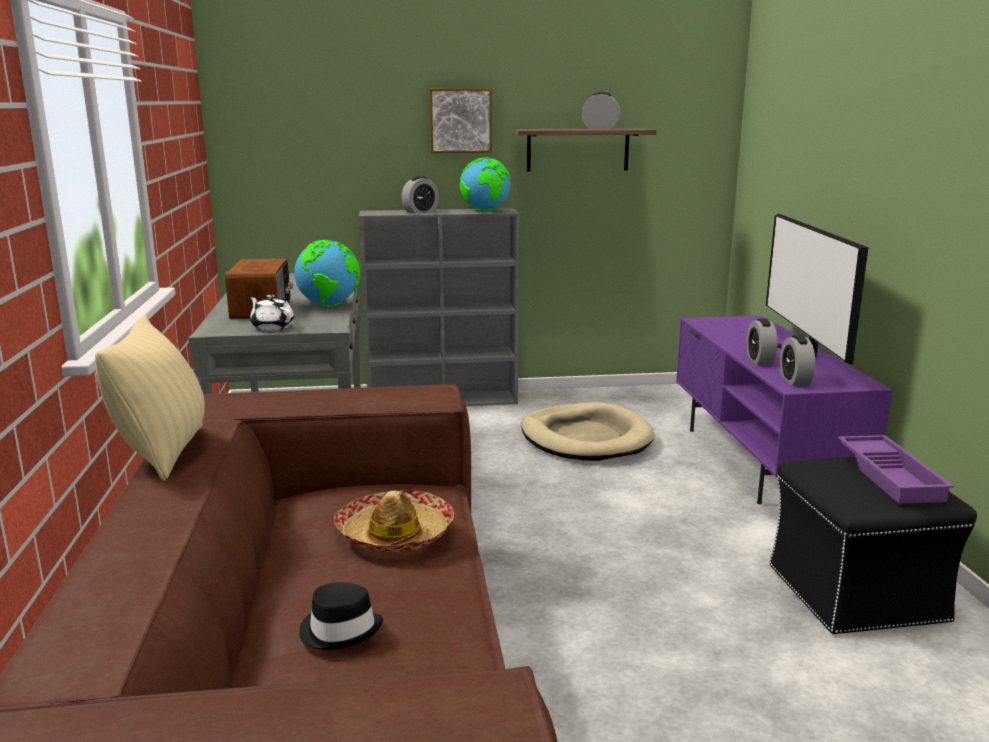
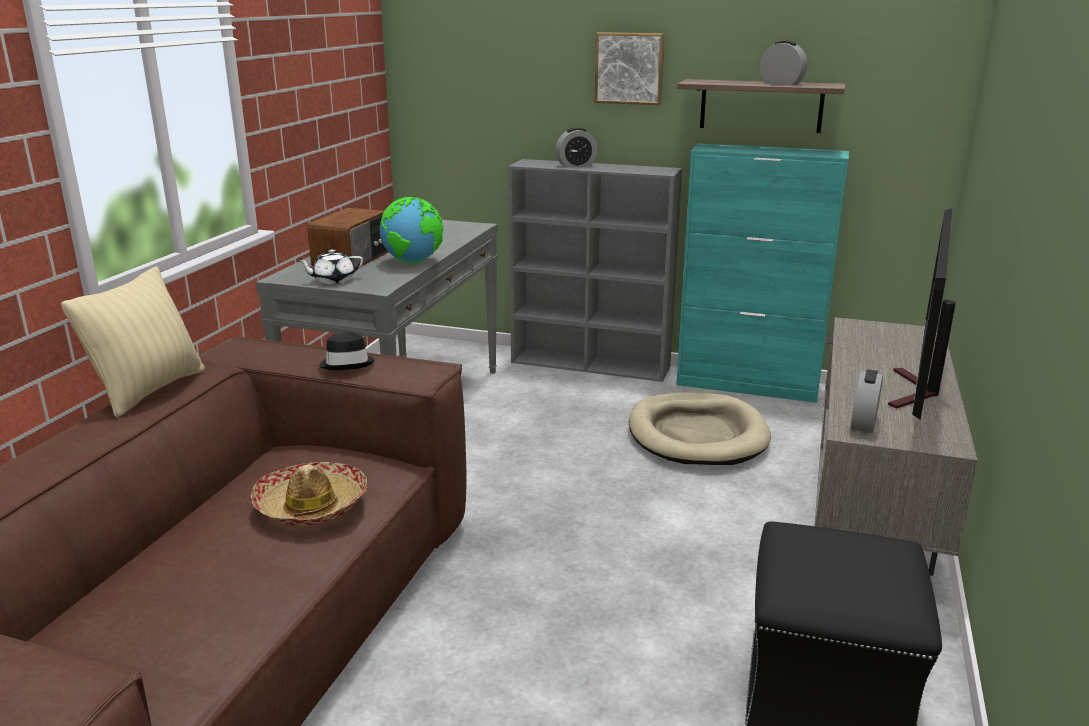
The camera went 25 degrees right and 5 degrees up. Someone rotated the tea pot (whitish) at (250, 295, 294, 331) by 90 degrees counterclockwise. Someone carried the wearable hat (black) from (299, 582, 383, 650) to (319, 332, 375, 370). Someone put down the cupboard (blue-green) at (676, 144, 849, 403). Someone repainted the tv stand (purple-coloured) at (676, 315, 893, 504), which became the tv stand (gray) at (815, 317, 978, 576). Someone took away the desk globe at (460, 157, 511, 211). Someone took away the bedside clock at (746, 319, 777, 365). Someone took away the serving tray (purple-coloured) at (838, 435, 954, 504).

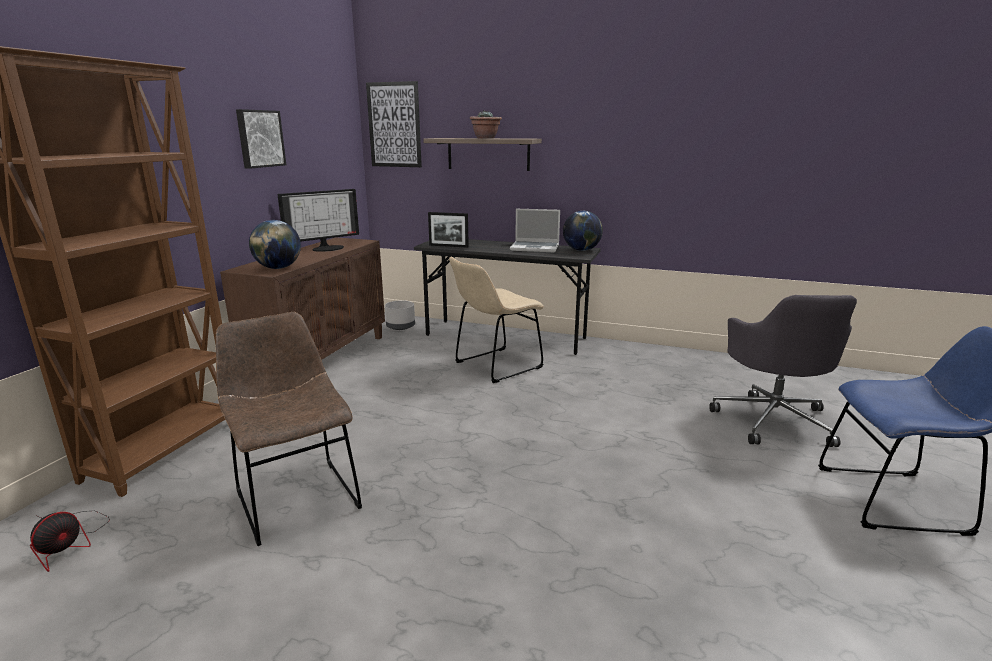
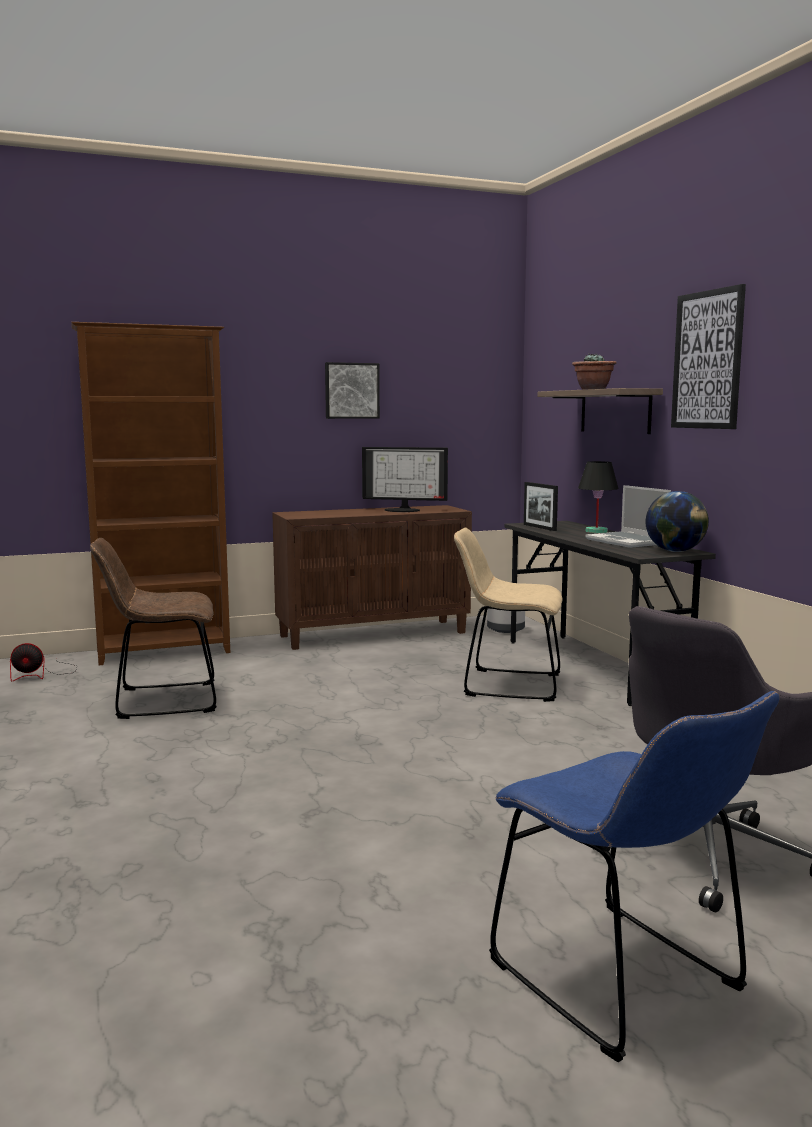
The camera went 50 degrees right and 10 degrees down. Someone rotated the upright chair (brown-coloured) at (216, 312, 362, 546) by 120 degrees counterclockwise. Someone put down the table lamp (black) at (578, 461, 619, 533). Someone carried the wall art from (366, 81, 422, 167) to (671, 284, 746, 429). Someone took away the desk globe at (249, 220, 301, 269).

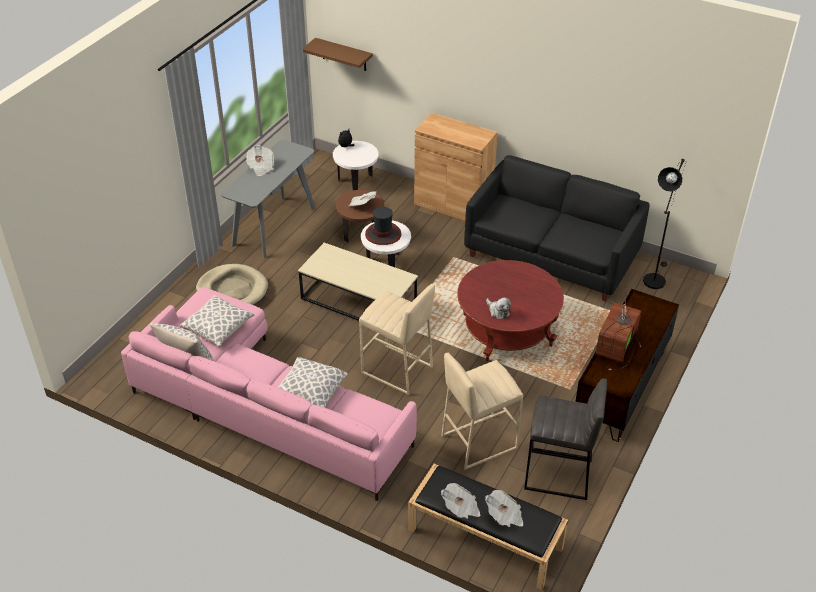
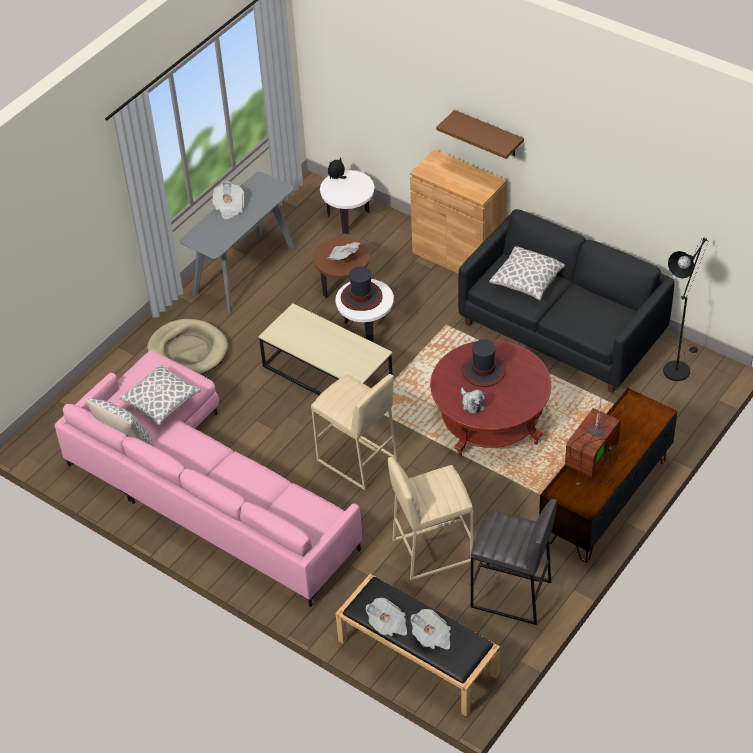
The camera went 10 degrees right and 5 degrees up. Someone carried the bracket shelf (brown-coloured) from (303, 38, 373, 71) to (436, 110, 524, 159). Someone put down the wearable hat at (461, 339, 506, 387). Someone carried the pillow from (278, 357, 348, 408) to (489, 247, 565, 301).

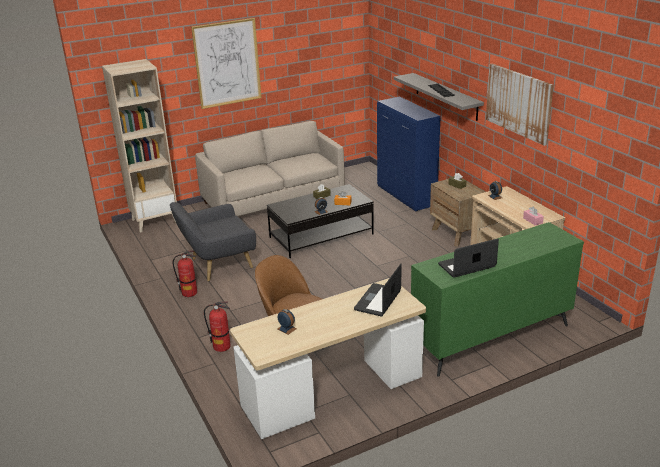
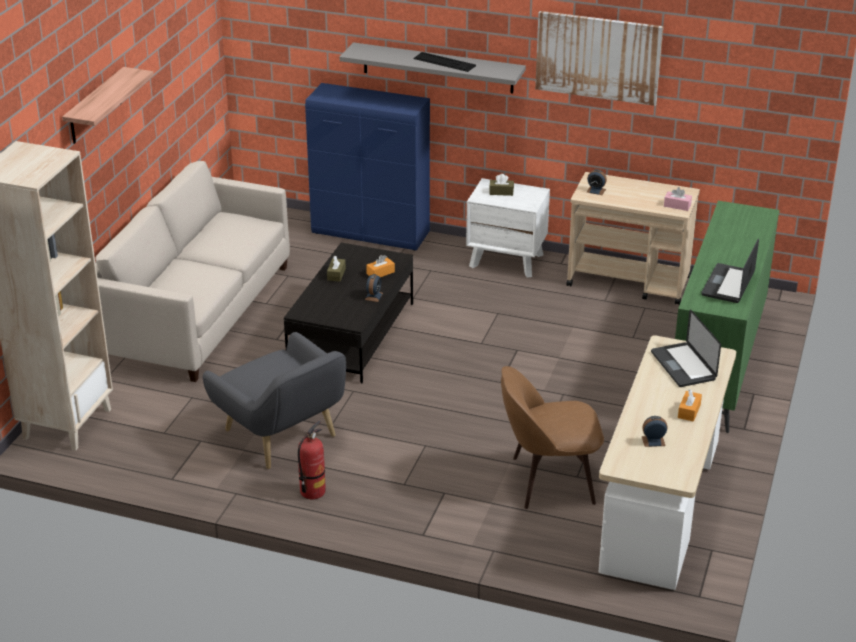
The camera went 45 degrees left and 5 degrees up. Someone swapped the wall art at (191, 18, 262, 109) for the bracket shelf at (62, 67, 154, 144). Someone rotated the easy chair (gray) at (170, 202, 256, 281) by 60 degrees counterclockwise. Someone repainted the bedside table (brown-coloured) at (430, 178, 486, 247), which became the bedside table (whitish) at (466, 178, 550, 278). Someone put down the tissue box (orange-coloured) at (678, 389, 702, 422). Someone took away the fire extinguisher at (204, 301, 230, 352).

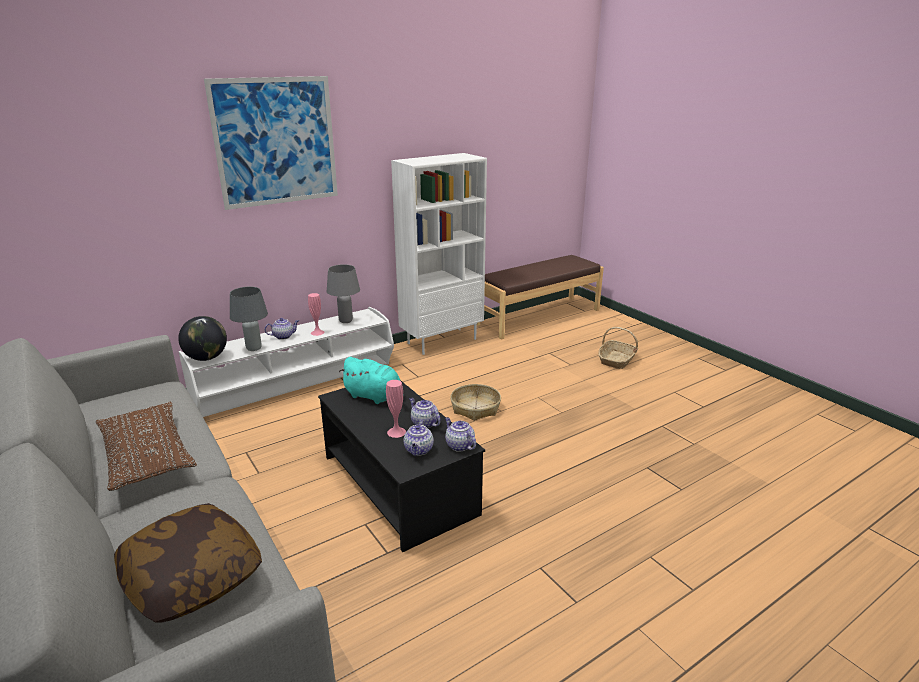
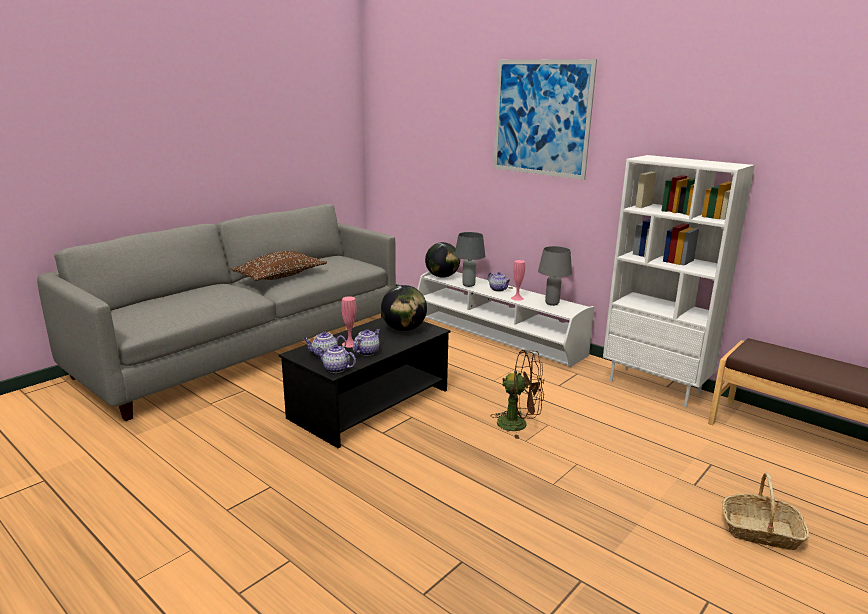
The camera went 75 degrees right and 5 degrees down. Someone rotated the tea pot at (445, 417, 476, 452) by 105 degrees counterclockwise. Someone swapped the plush toy (blue-green) at (339, 357, 404, 404) for the desk globe at (381, 285, 427, 331). Someone swapped the storage basket at (450, 384, 501, 421) for the cooling fan (brown-coloured) at (492, 350, 544, 439). Someone took away the pillow at (114, 503, 262, 623).

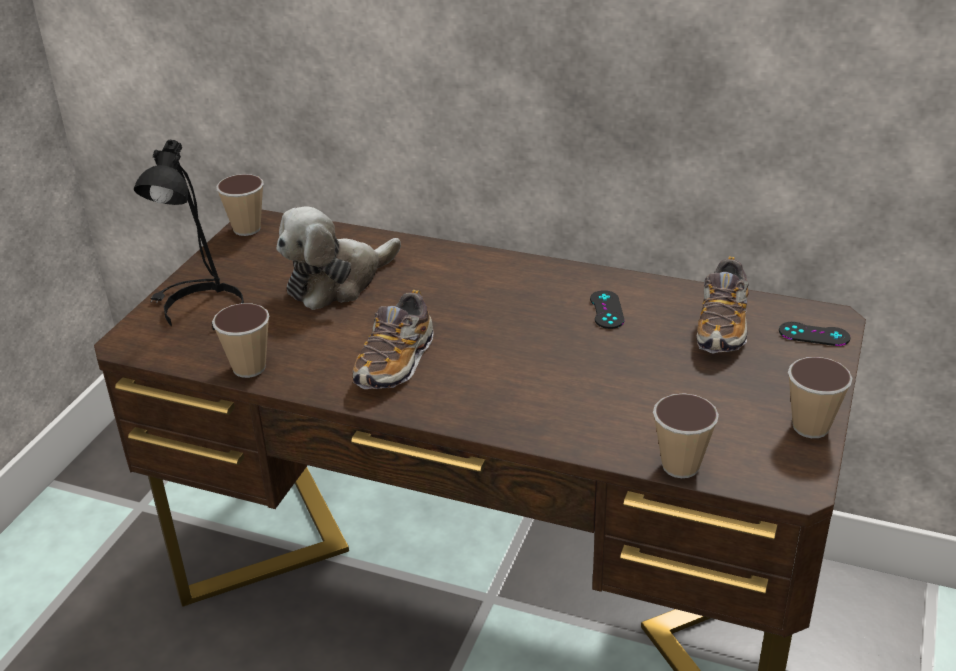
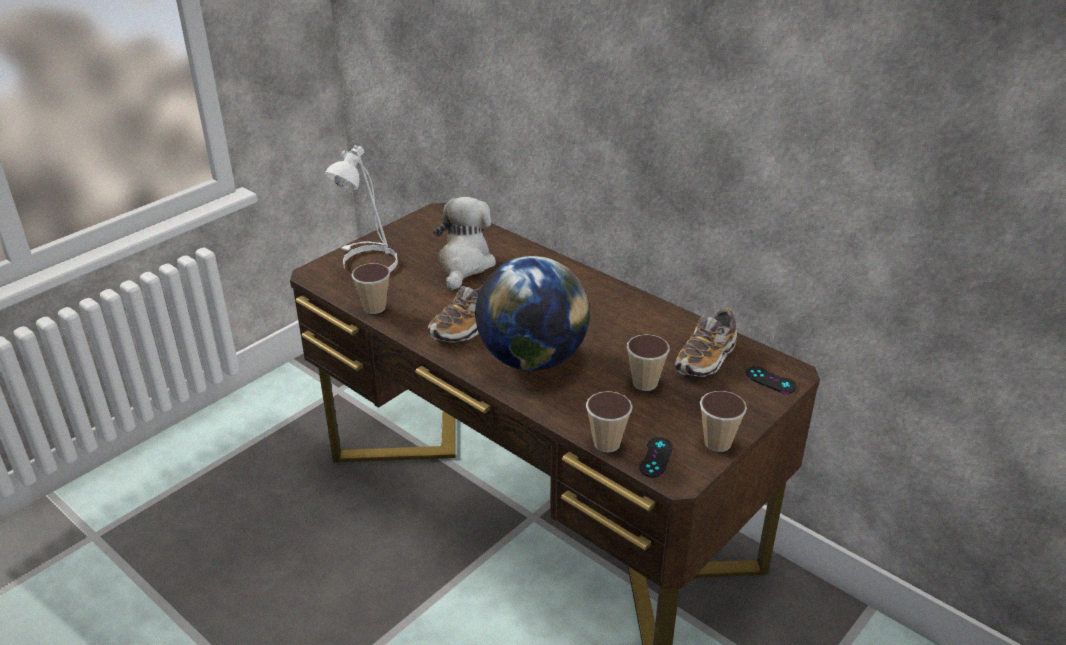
The camera went 20 degrees right and 0 degrees up. Someone repainted the table lamp (black) at (134, 139, 244, 330), which became the table lamp (whitish) at (325, 145, 398, 272). Someone rotated the plush toy at (276, 206, 401, 310) by 120 degrees clockwise. Someone put down the desk globe at (475, 256, 590, 371). Someone carried the drinking cup from (216, 174, 264, 236) to (627, 334, 670, 391). Someone carried the gamepad (black) from (590, 290, 624, 329) to (639, 437, 673, 478).

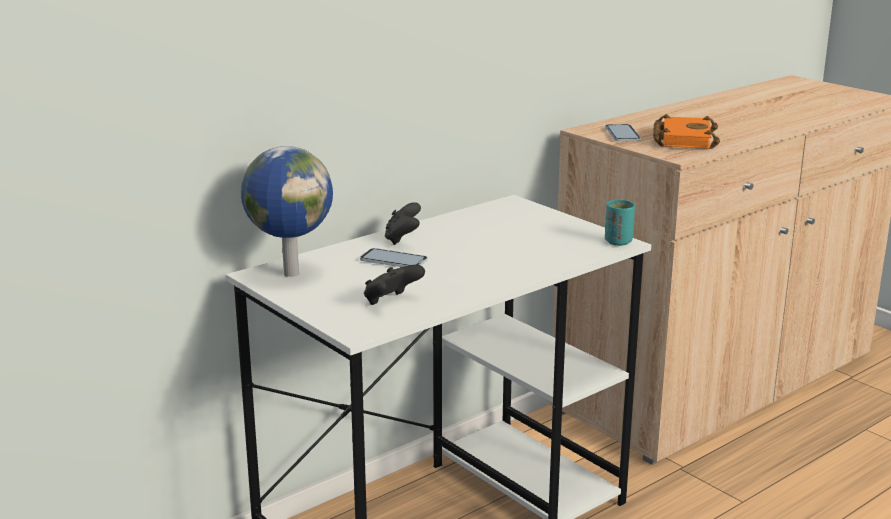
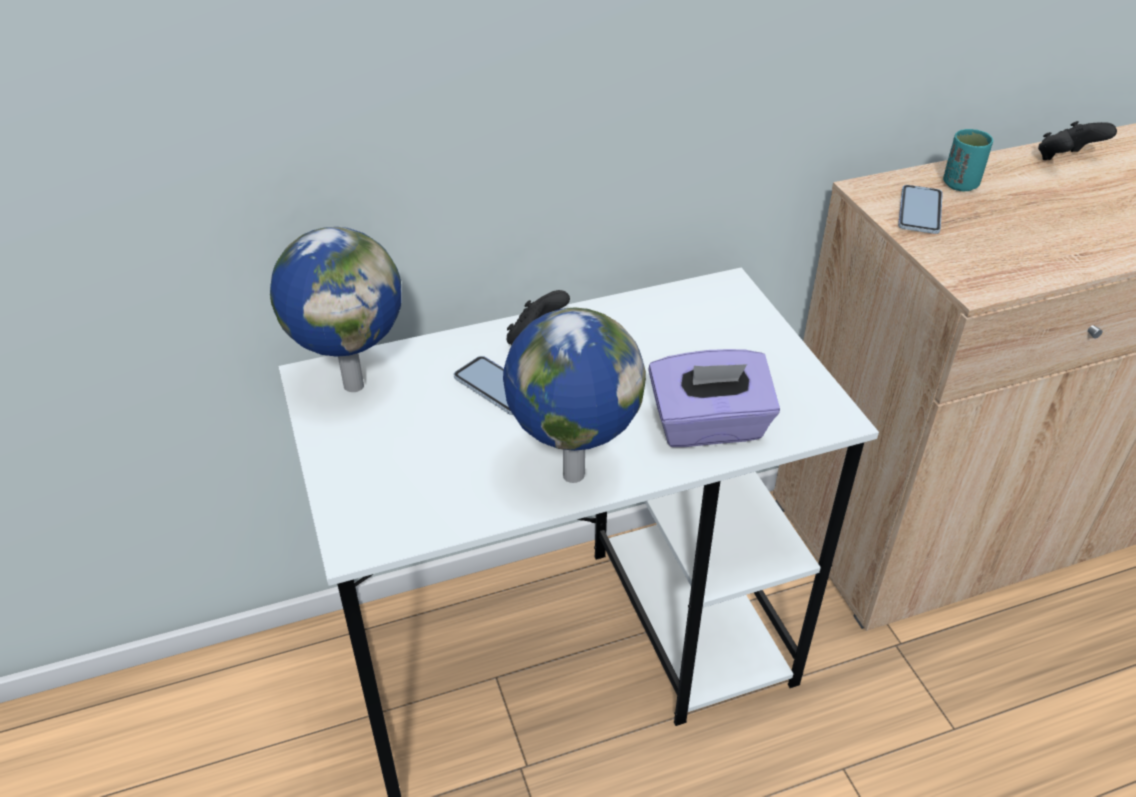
The camera went 20 degrees right and 20 degrees up. Someone put down the desk globe at (503, 307, 646, 483). Someone put down the tissue box (purple-coloured) at (648, 349, 780, 447). Someone carried the drinking cup (blue-green) from (605, 199, 635, 246) to (943, 129, 993, 191). Someone carried the gamepad (black) from (364, 265, 425, 305) to (1038, 121, 1117, 160). Someone took away the book (orange-coloured) at (653, 114, 720, 149).

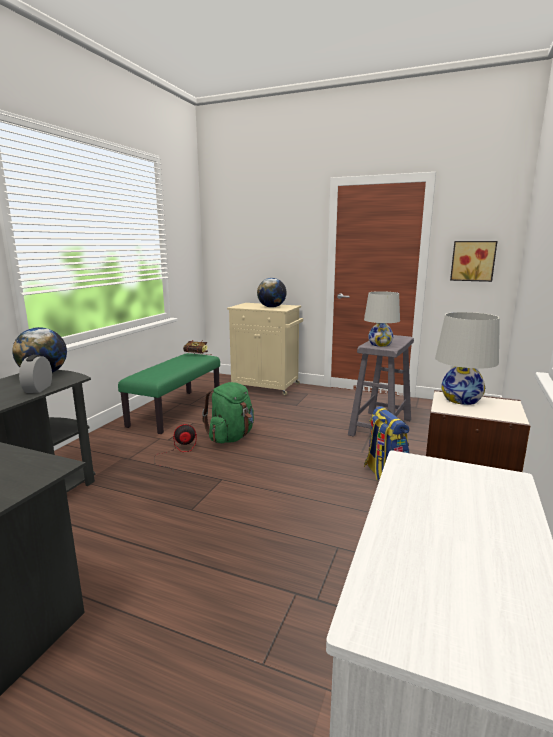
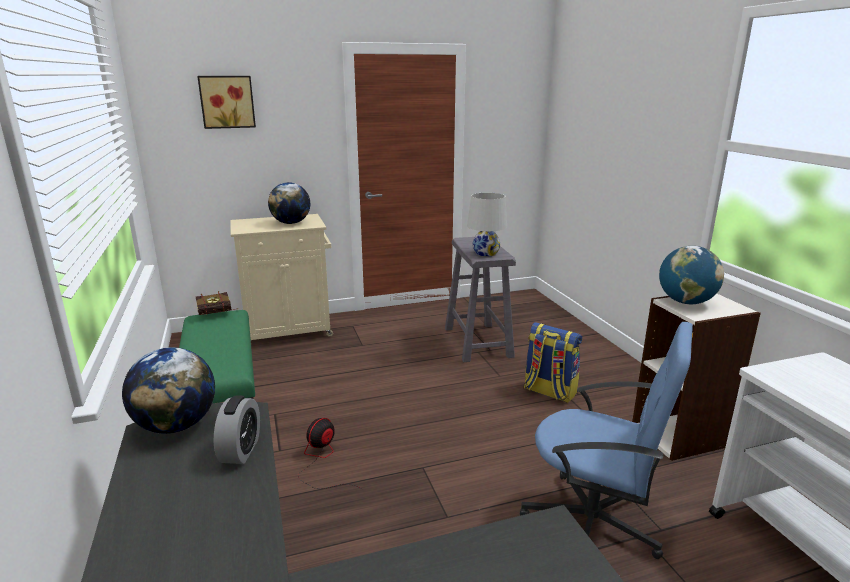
The camera went 40 degrees left and 5 degrees up. Someone carried the wall art from (450, 241, 497, 282) to (197, 76, 256, 129). Someone rotated the bedside clock at (19, 355, 52, 393) by 135 degrees counterclockwise. Someone put down the desk chair (bluish) at (520, 322, 693, 559). Someone swapped the table lamp (whitish) at (435, 312, 500, 405) for the desk globe at (659, 246, 724, 304). Someone took away the knapsack (greenish) at (202, 382, 254, 443).

